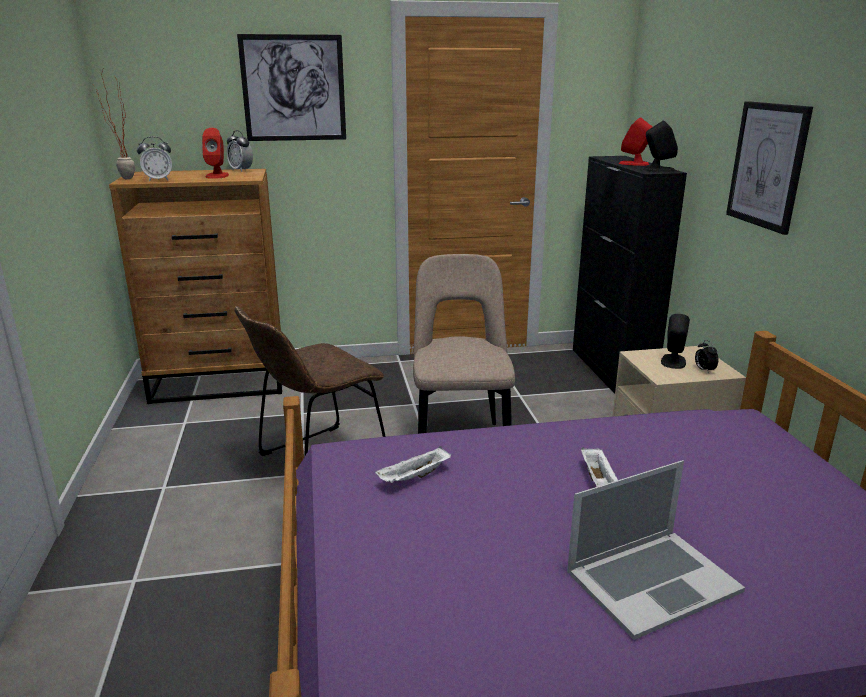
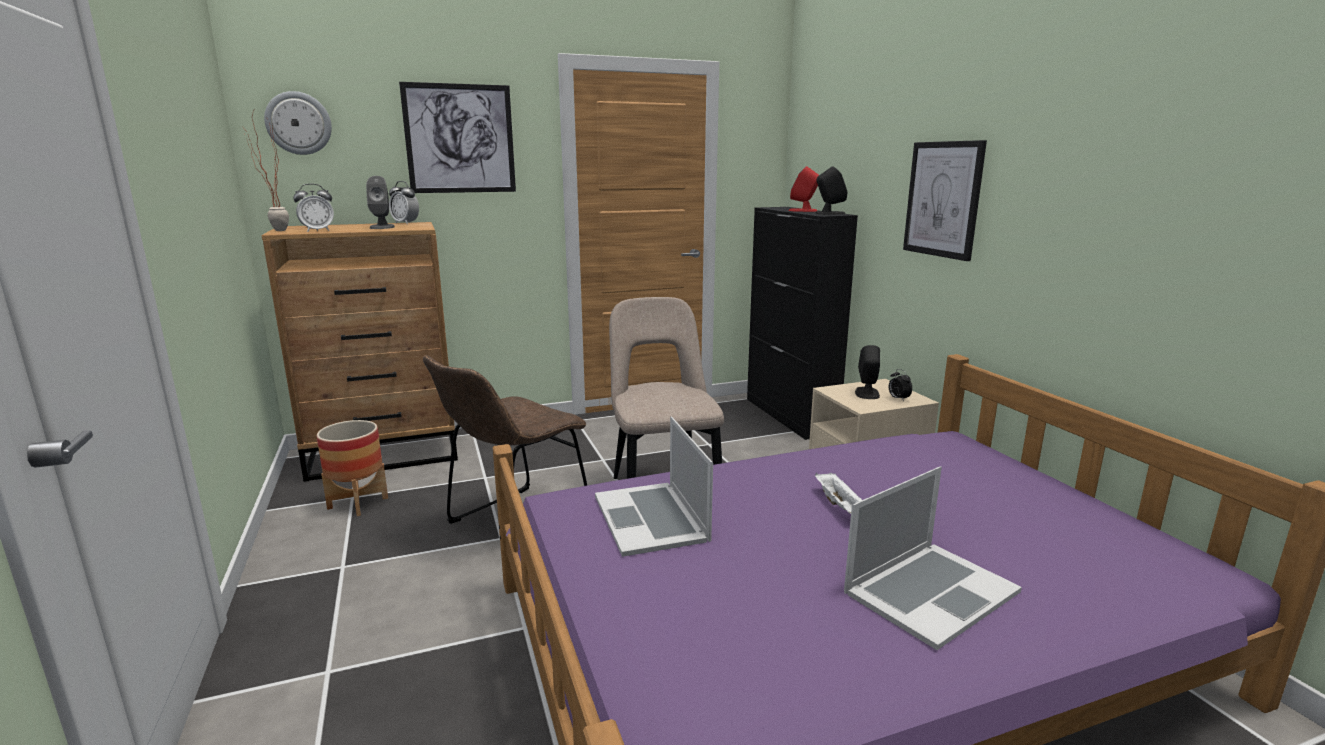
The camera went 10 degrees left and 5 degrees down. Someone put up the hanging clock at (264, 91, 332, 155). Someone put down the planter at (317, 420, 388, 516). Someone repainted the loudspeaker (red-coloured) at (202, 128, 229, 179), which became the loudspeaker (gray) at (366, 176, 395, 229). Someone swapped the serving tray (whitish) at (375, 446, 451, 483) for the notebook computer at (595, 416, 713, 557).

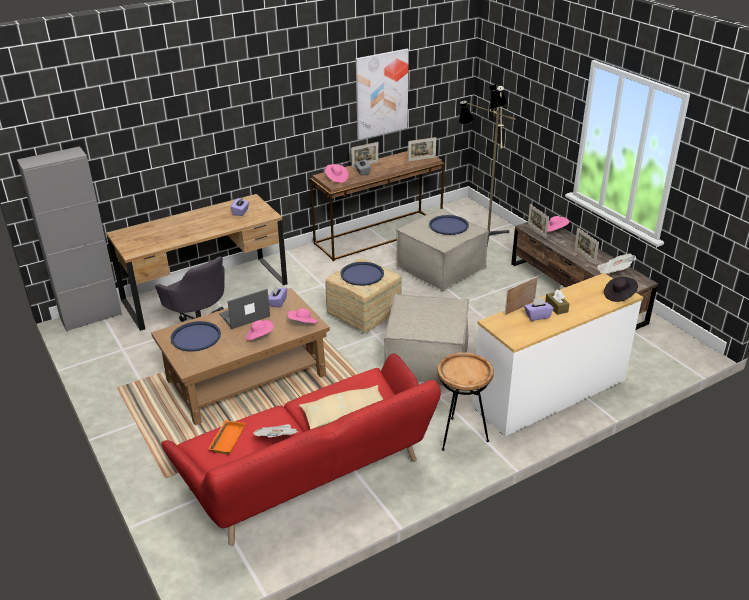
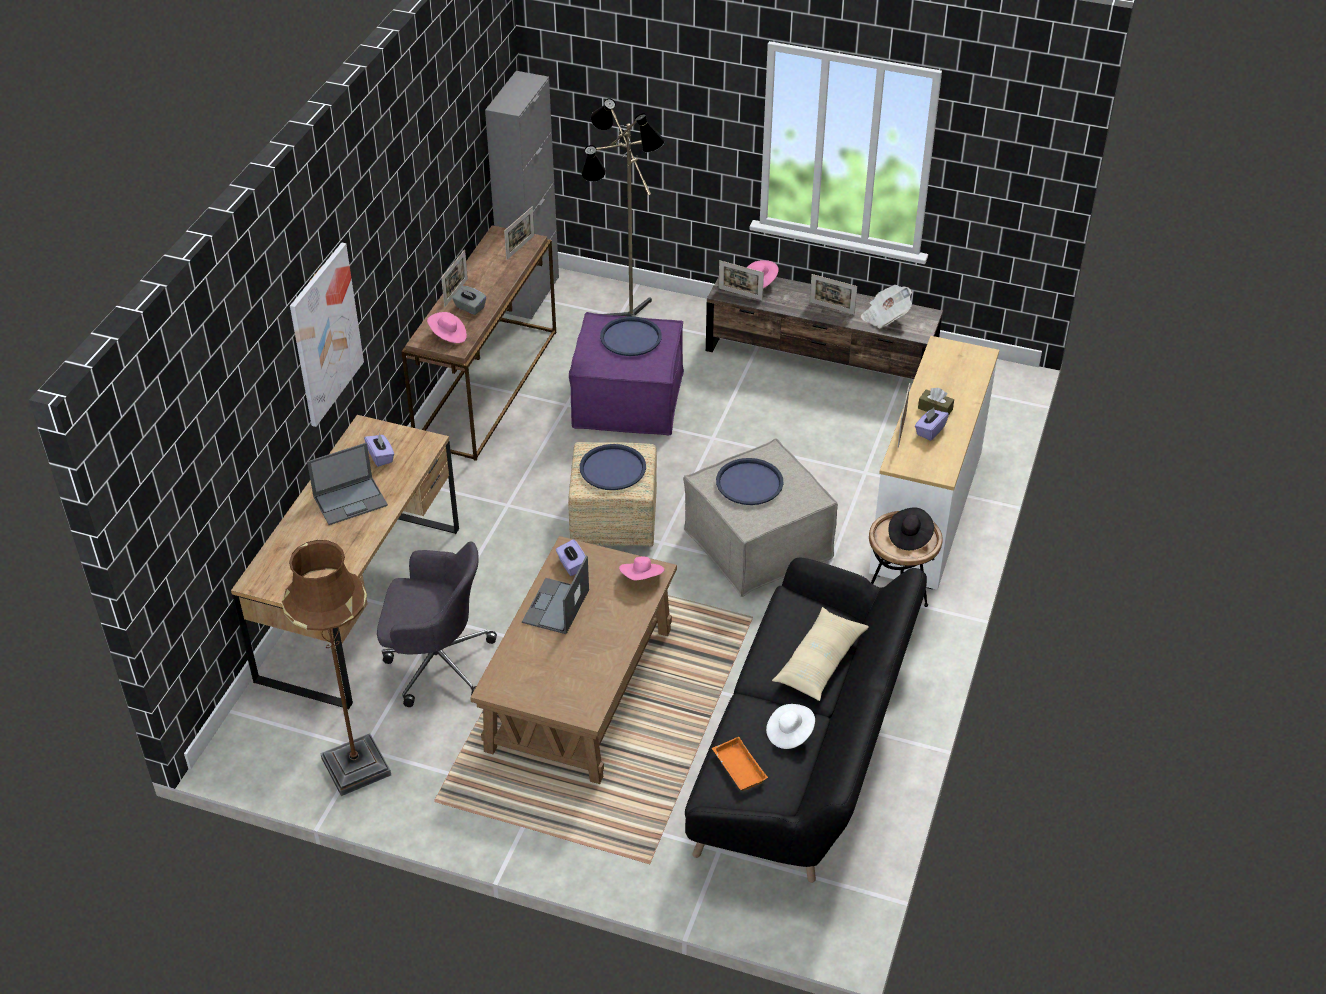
The camera went 40 degrees left and 10 degrees up. Someone put down the standard lamp (brown-coloured) at (282, 540, 391, 796). Someone carried the wall art from (356, 49, 409, 140) to (290, 243, 364, 427). Someone put down the notebook computer at (307, 443, 388, 525). Someone carried the cupboard (gray) from (17, 146, 122, 332) to (485, 71, 559, 319). Someone repainted the footrest (beige) at (396, 209, 489, 291), which became the footrest (purple-coloured) at (569, 312, 684, 435). Someone repainted the couch (red-coloured) at (161, 353, 441, 546), which became the couch (black) at (685, 557, 927, 883). Someone carried the serving tray (bluish) from (170, 321, 221, 352) to (716, 458, 783, 505). Someone swapped the printed paper at (253, 424, 299, 437) for the wearable hat (whitish) at (766, 704, 815, 749). Someone carried the wearable hat (black) from (604, 277, 638, 302) to (889, 507, 934, 550). Someone took away the wearable hat (pink) at (246, 320, 274, 340).

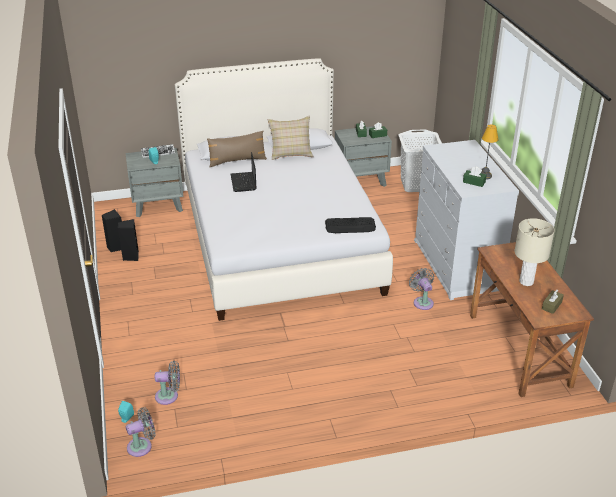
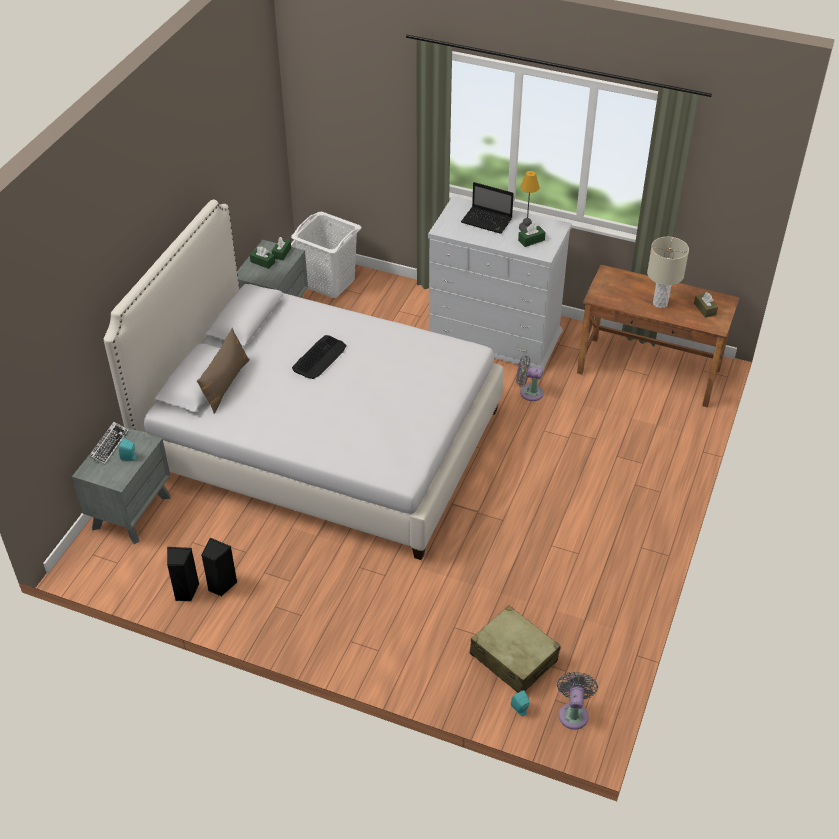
The camera went 55 degrees left and 10 degrees up. Someone carried the PC keyboard from (325, 217, 376, 233) to (292, 335, 347, 379). Someone carried the notebook computer from (231, 152, 256, 192) to (461, 182, 514, 234). Someone swapped the cooling fan (gray) at (155, 361, 180, 405) for the suitcase (beige) at (470, 605, 561, 693). Someone took away the pillow (beige) at (268, 115, 314, 160).

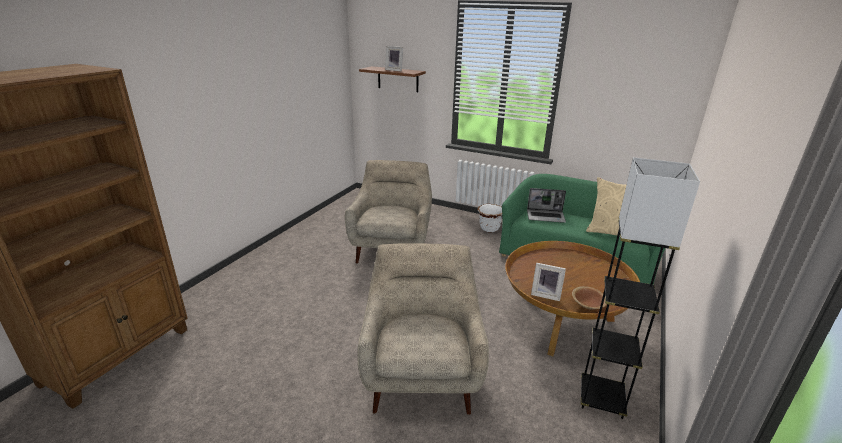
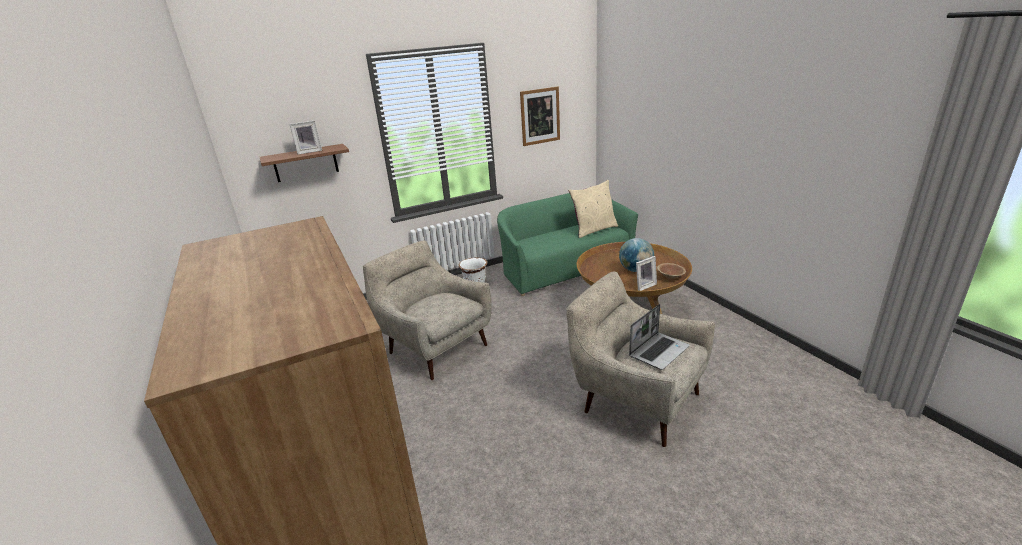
The camera went 50 degrees left and 0 degrees up. Someone put up the wall art at (520, 87, 560, 146). Someone put down the desk globe at (619, 238, 654, 272). Someone carried the notebook computer from (527, 188, 566, 223) to (629, 304, 690, 370). Someone took away the standard lamp (gray) at (581, 157, 700, 419).

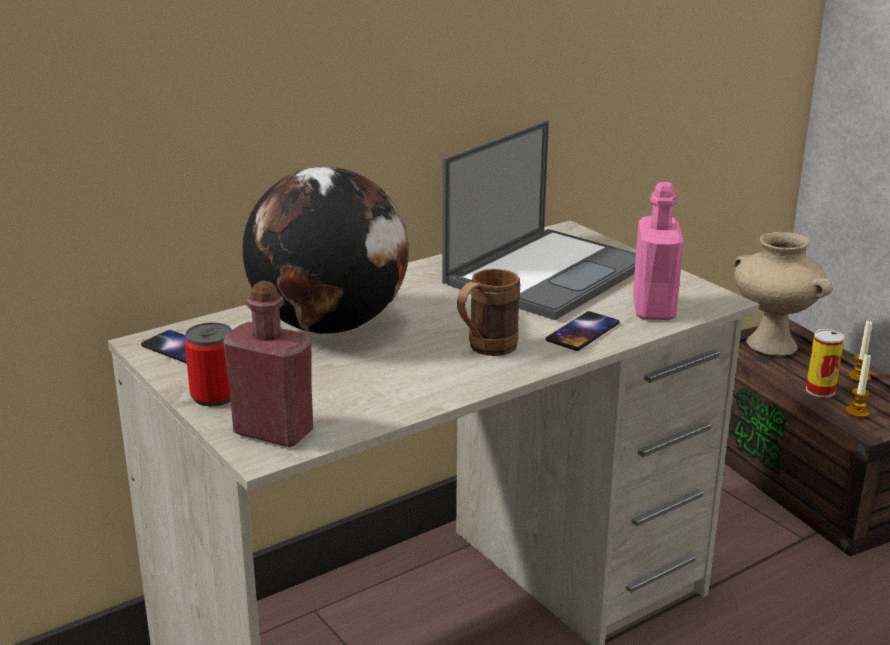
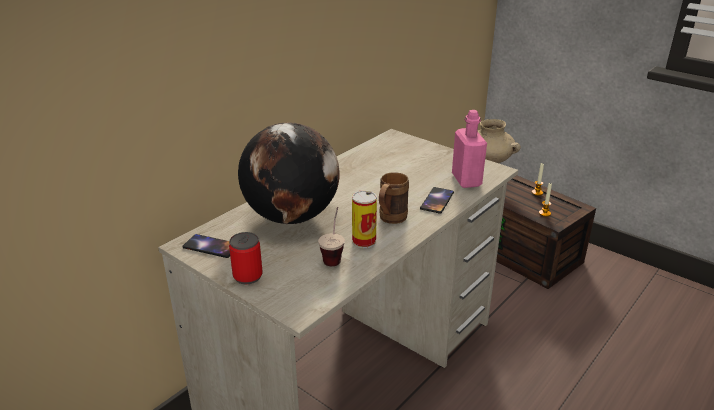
The camera went 15 degrees left and 5 degrees up. Someone put down the drinking cup at (318, 207, 345, 266). Someone carried the sealed can from (806, 329, 844, 398) to (352, 190, 377, 248). Someone took away the bottle (red-coloured) at (223, 281, 313, 447). Someone took away the notebook computer at (442, 120, 636, 320).

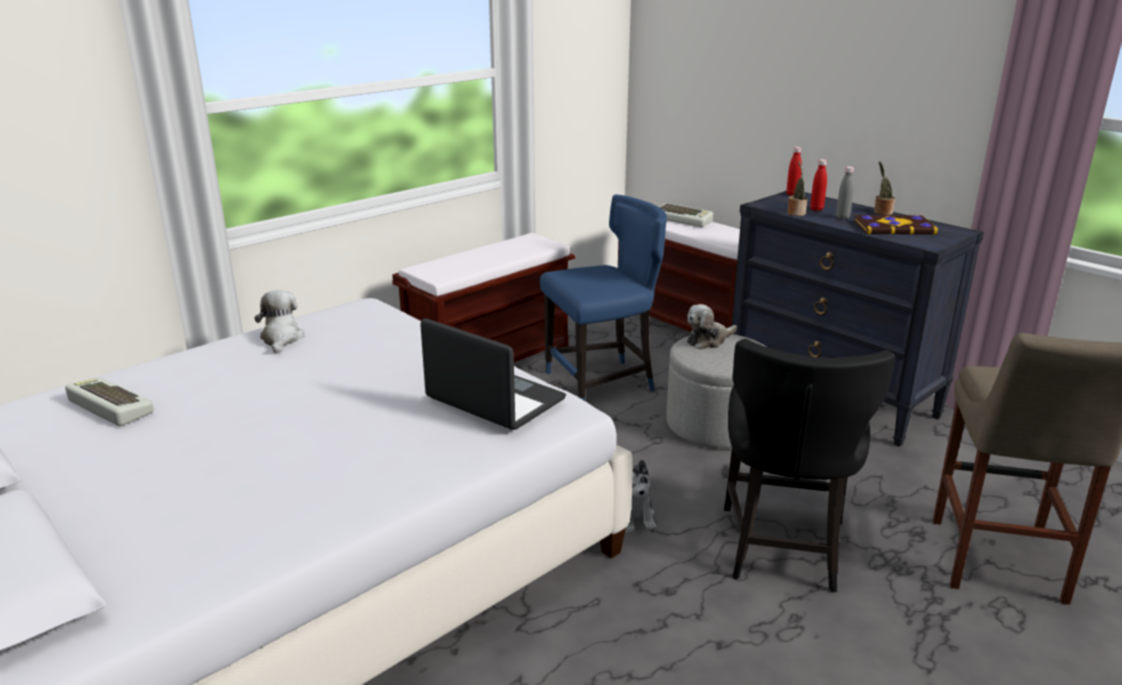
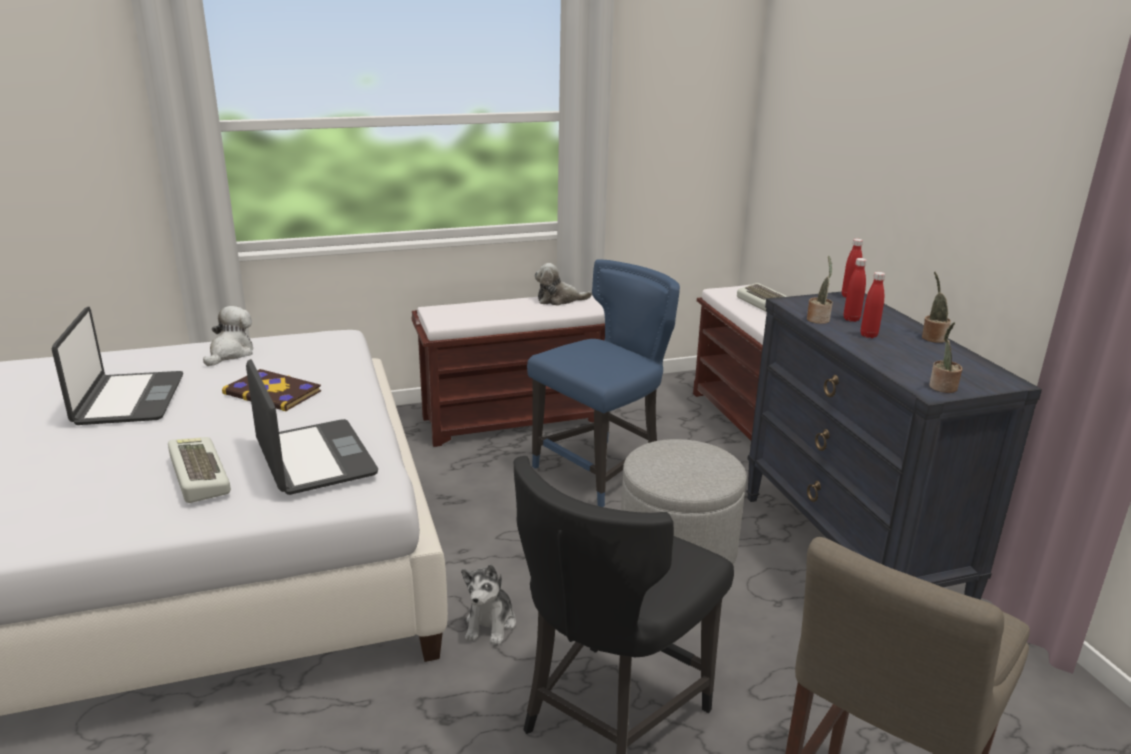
The camera went 25 degrees right and 0 degrees up. Someone put down the notebook computer at (52, 307, 183, 425). Someone carried the PC keyboard from (65, 377, 154, 426) to (168, 437, 231, 503). Someone carried the book from (854, 215, 938, 235) to (222, 369, 321, 411). Someone rotated the upright chair (bluish) at (540, 194, 667, 401) by 45 degrees counterclockwise. Someone carried the plush toy from (687, 304, 737, 349) to (534, 263, 592, 306). Someone repainted the bottle (gray) at (836, 166, 854, 220), which became the bottle (red-coloured) at (861, 272, 885, 338). Someone put down the houseplant at (929, 322, 963, 393).

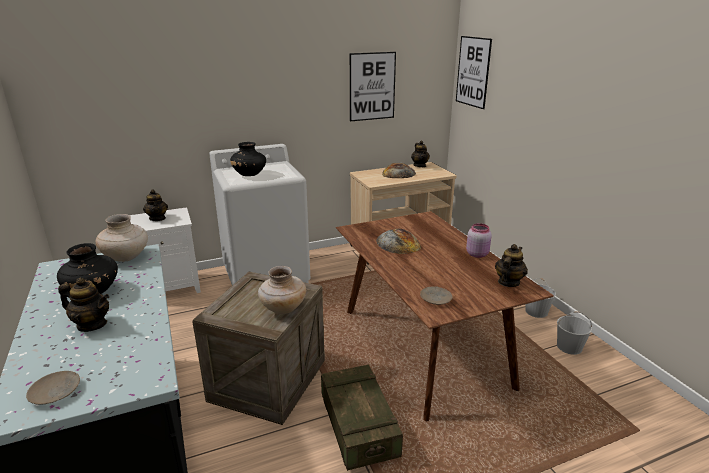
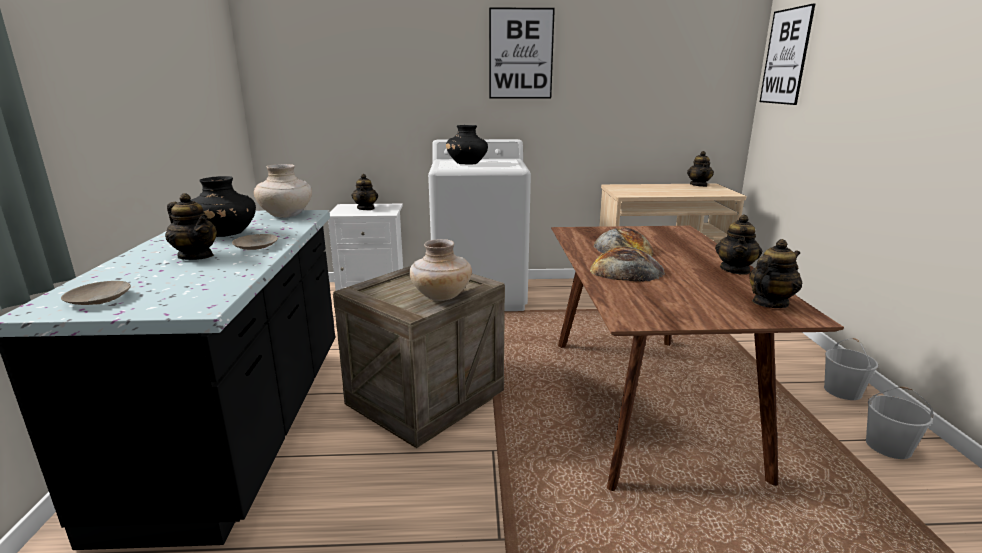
The camera went 20 degrees right and 5 degrees down. Someone carried the plate (beige) from (420, 286, 452, 305) to (232, 234, 278, 250). Someone carried the wall art from (350, 52, 396, 121) to (489, 7, 555, 98). Someone carried the bread from (382, 163, 416, 178) to (590, 247, 665, 281). Someone swapped the jar (pink) at (466, 223, 492, 258) for the tea pot at (715, 215, 762, 275). Someone took away the packing crate at (321, 365, 403, 471).

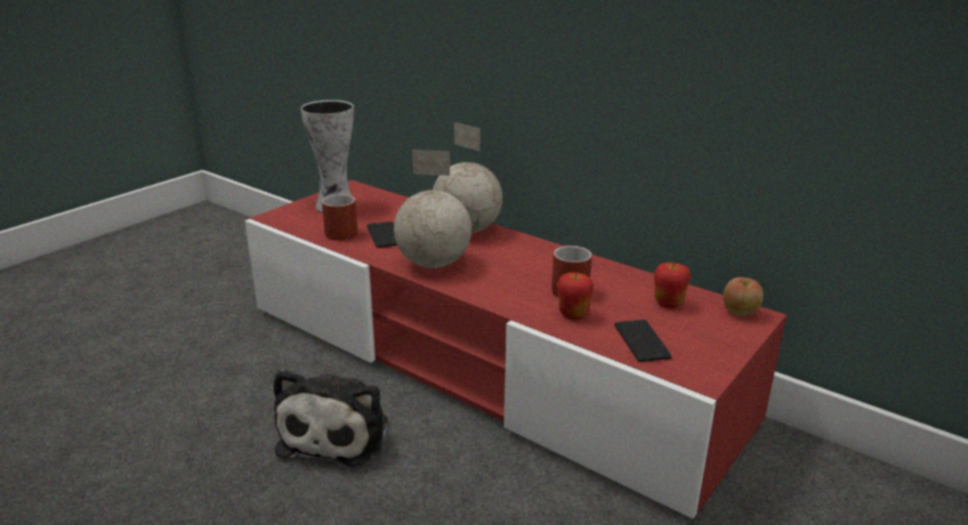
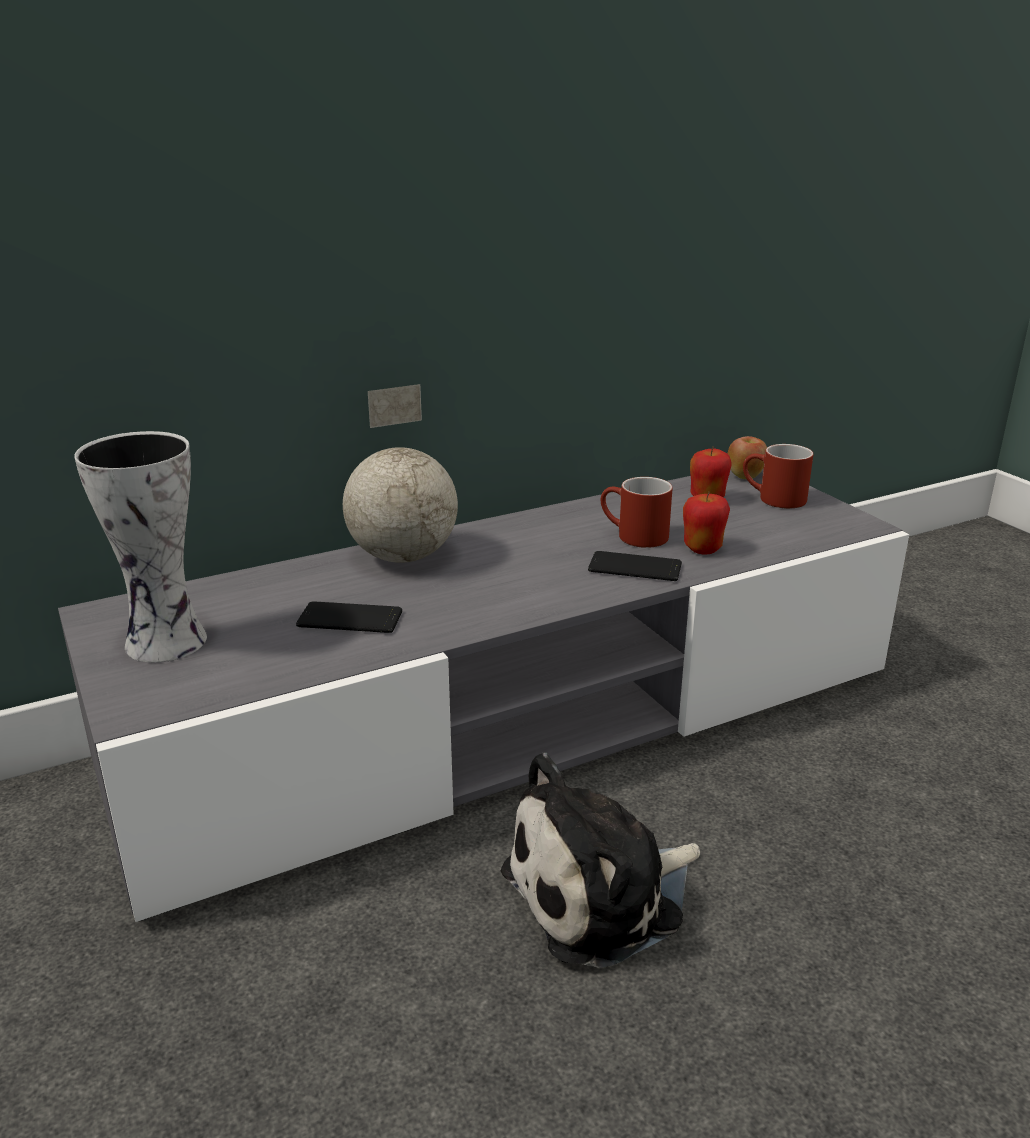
The camera went 65 degrees left and 0 degrees up. Someone repainted the tv stand (red-coloured) at (245, 180, 787, 519), which became the tv stand (gray) at (58, 468, 909, 922). Someone rotated the plush toy at (273, 369, 388, 467) by 120 degrees clockwise. Someone carried the telephone from (615, 320, 672, 362) to (588, 551, 682, 581). Someone carried the mug (red-coloured) from (322, 194, 358, 241) to (743, 444, 813, 509). Someone took away the desk globe at (394, 150, 472, 268).

